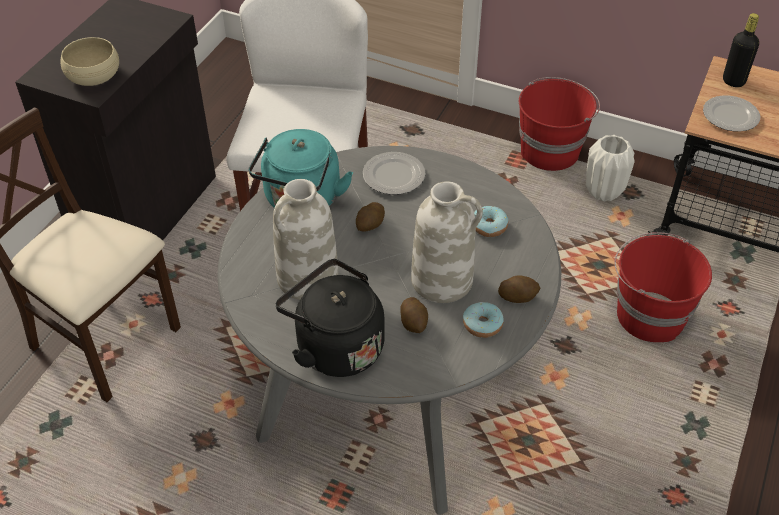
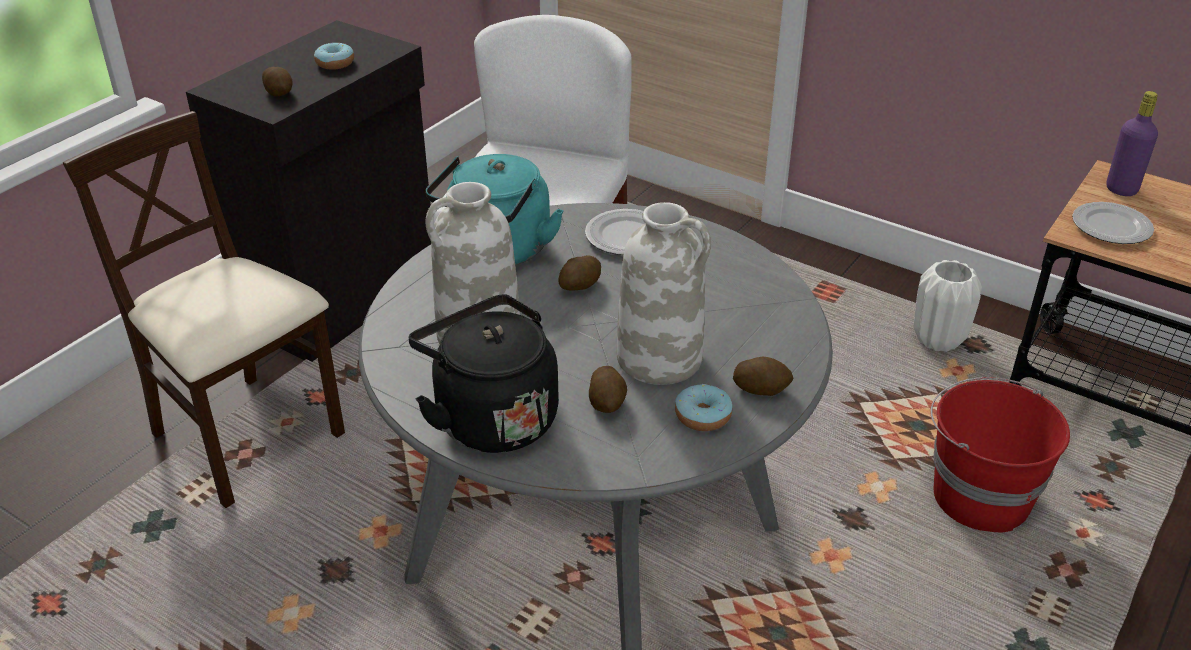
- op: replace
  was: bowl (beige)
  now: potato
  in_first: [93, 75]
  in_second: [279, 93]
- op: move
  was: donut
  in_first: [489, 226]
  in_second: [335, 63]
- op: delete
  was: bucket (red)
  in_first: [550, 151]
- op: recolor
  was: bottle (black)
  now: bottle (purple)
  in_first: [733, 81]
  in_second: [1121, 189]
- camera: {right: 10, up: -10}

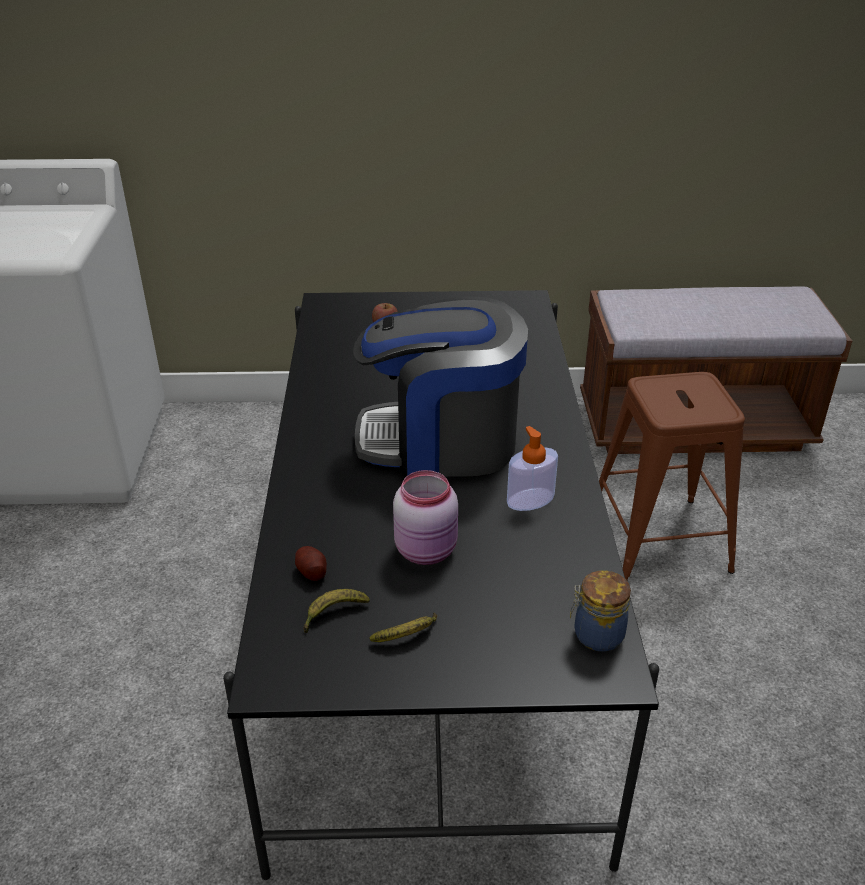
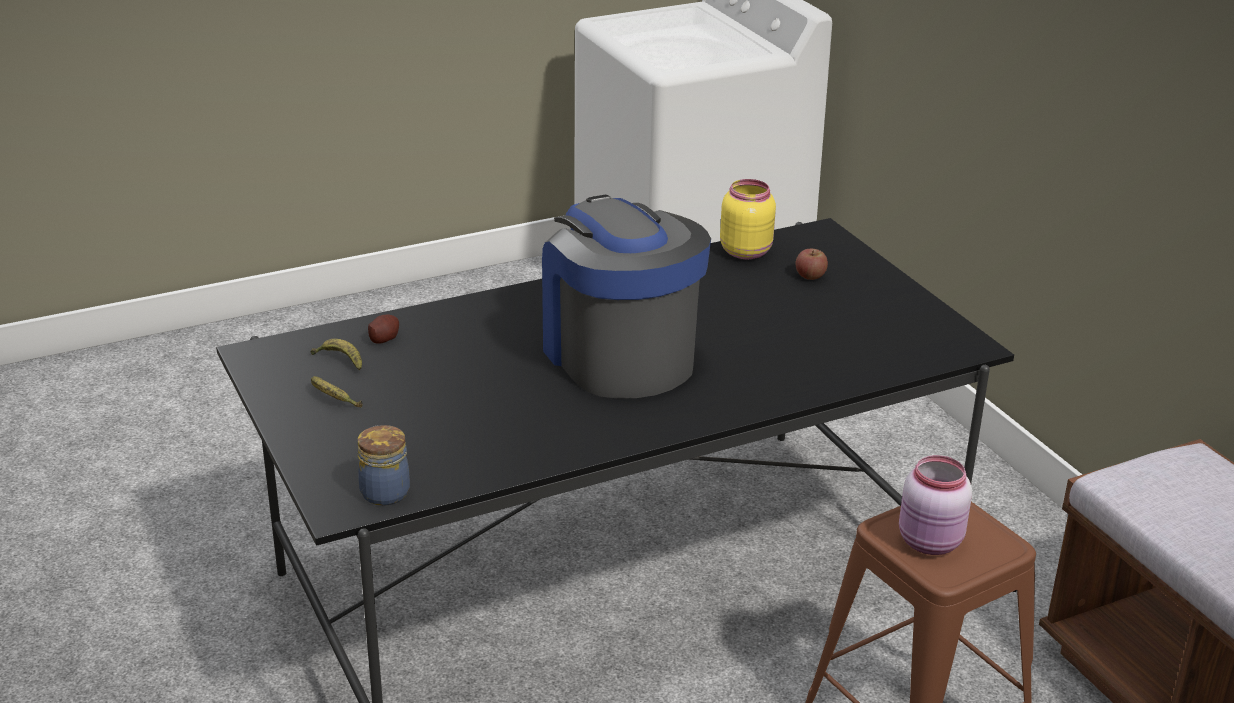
- op: move
  was: jar (pink)
  in_first: [427, 550]
  in_second: [931, 543]
- op: delete
  was: soap dispenser
  in_first: [530, 499]
- op: insert
  now: jar (yellow)
  in_second: [746, 251]
- camera: {right: 65, up: -5}

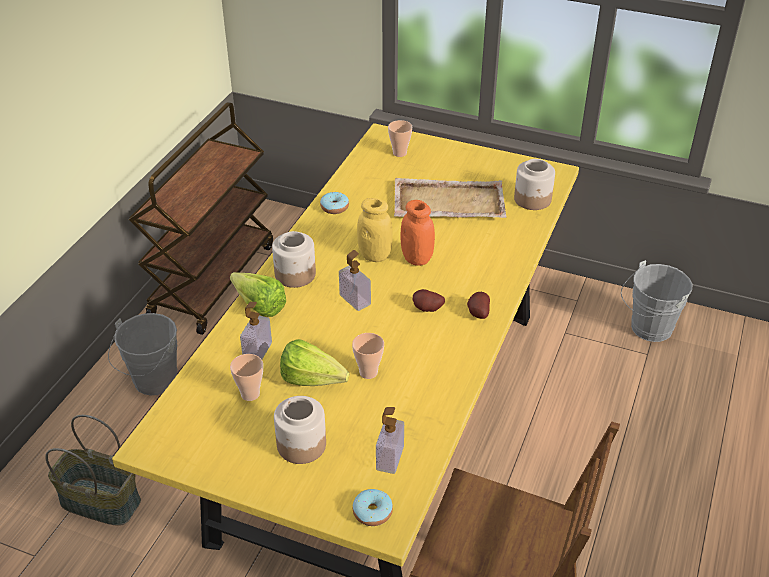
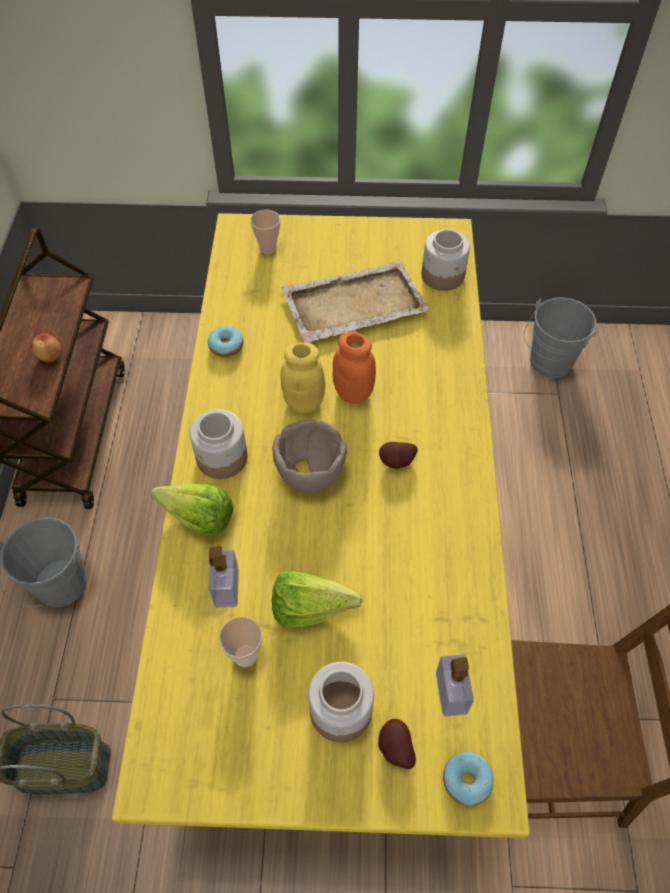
- op: replace
  was: soap dispenser
  now: bowl (brown)
  in_first: [355, 300]
  in_second: [309, 474]
- op: delete
  was: cup
  in_first: [368, 372]
- op: move
  was: potato
  in_first: [477, 313]
  in_second: [394, 749]
- op: insert
  now: apple
  in_second: [49, 357]
- camera: {right: -20, up: 15}

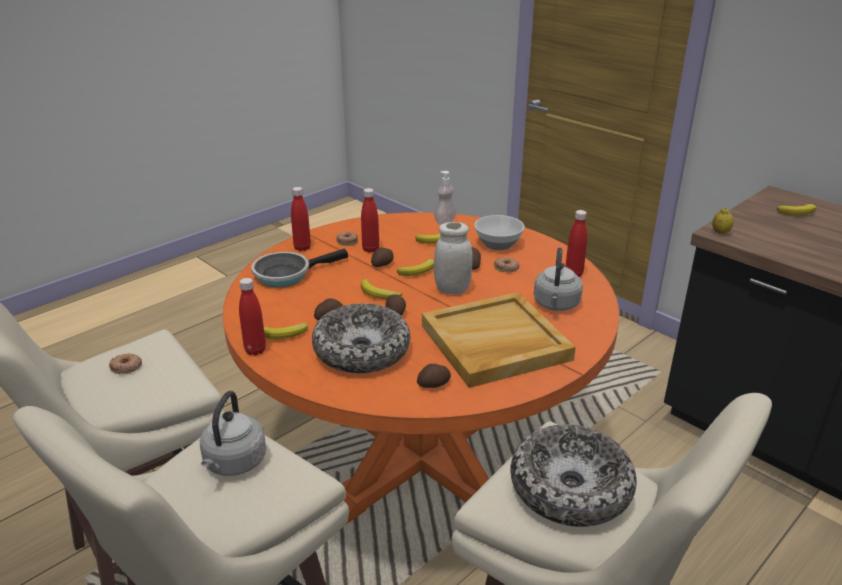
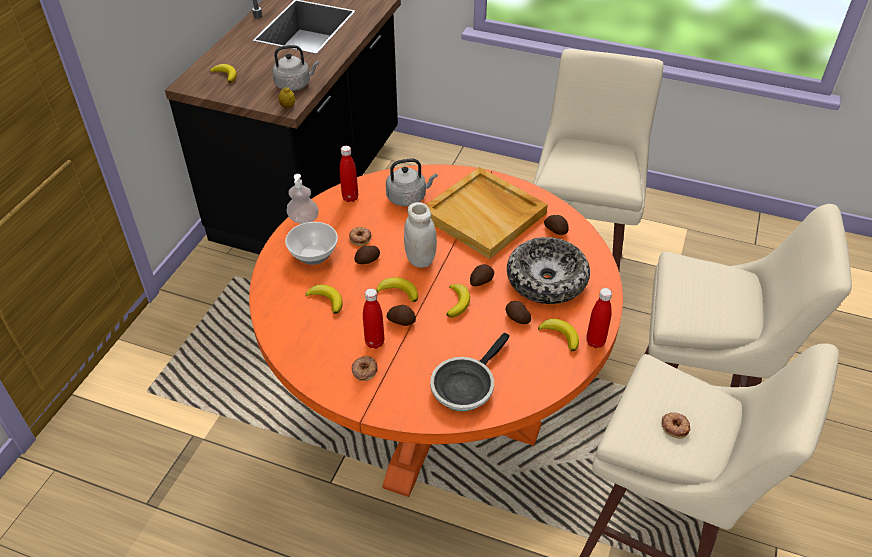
- op: move
  was: kettle (grey)
  in_first: [234, 463]
  in_second: [295, 84]
- op: rotate
  was: frying pan
  in_first: [286, 274]
  in_second: [465, 386]
  clockwise: 90
- op: delete
  was: bottle (red)
  in_first: [302, 248]
- op: move
  was: soap dispenser
  in_first: [445, 221]
  in_second: [303, 219]
- op: delete
  was: bowl
  in_first: [570, 488]
- camera: {right: -115, up: 15}

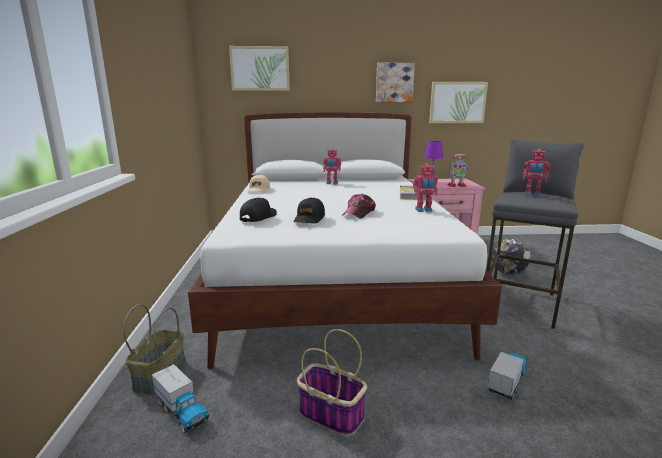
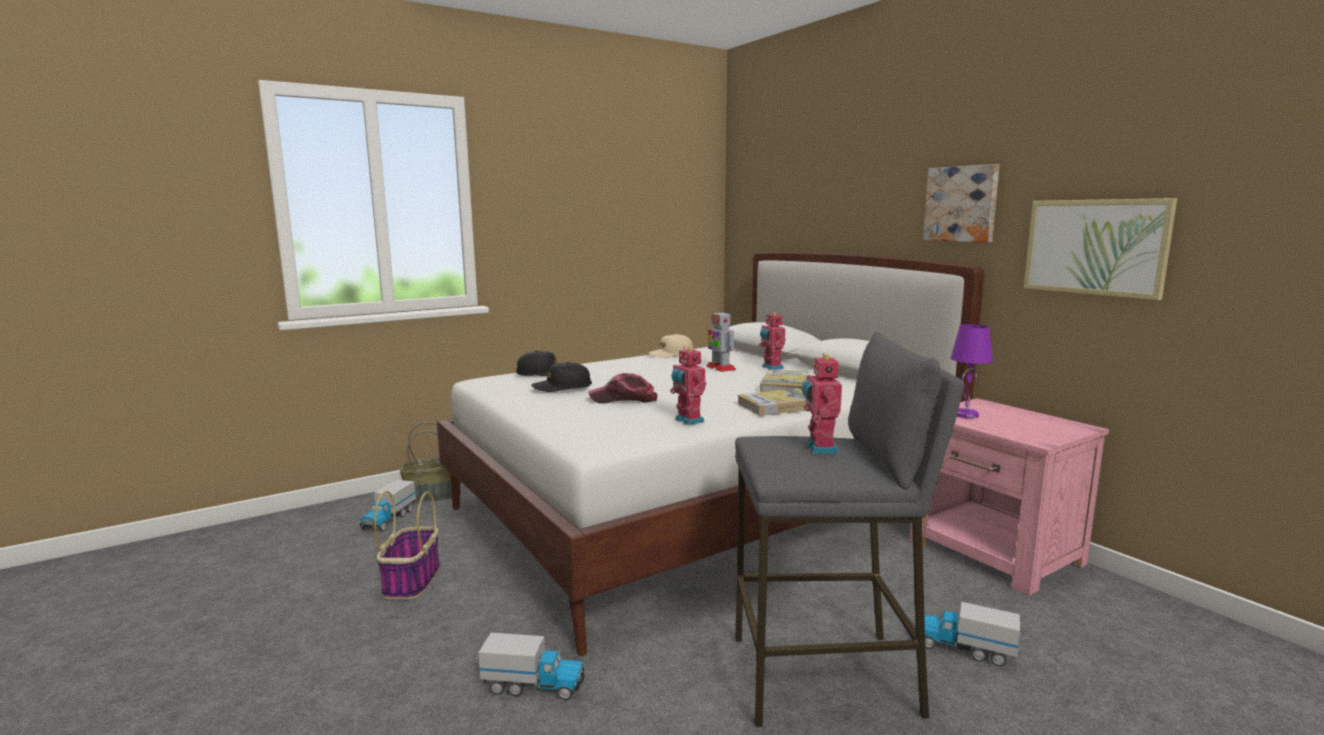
- op: delete
  was: picture
  in_first: [260, 68]
- op: move
  was: toy robot
  in_first: [456, 186]
  in_second: [720, 368]
- op: replace
  was: globe
  now: toy truck
  in_first: [508, 273]
  in_second: [964, 648]
- op: insert
  now: book
  in_second: [784, 385]
- camera: {right: 60, up: -5}

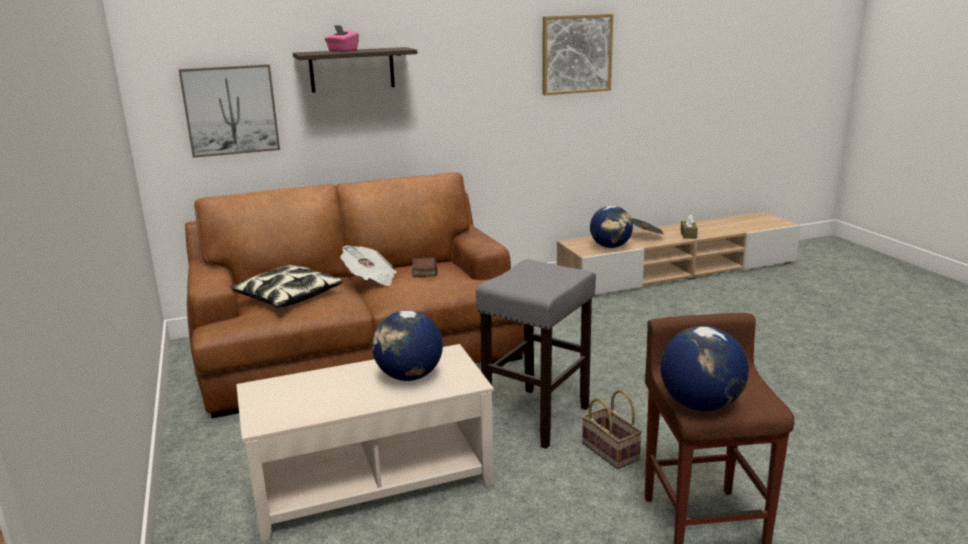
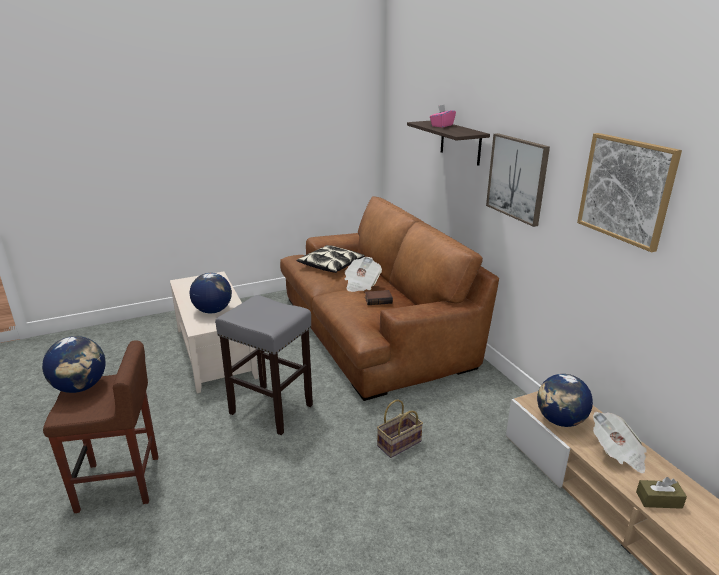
- op: move
  was: picture
  in_first: [230, 110]
  in_second: [517, 178]
- op: move
  was: basket
  in_first: [612, 451]
  in_second: [399, 444]
- camera: {right: 85, up: 5}

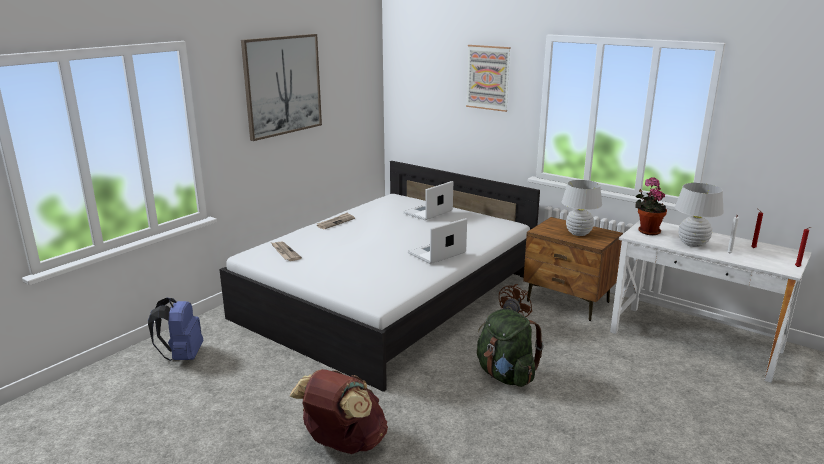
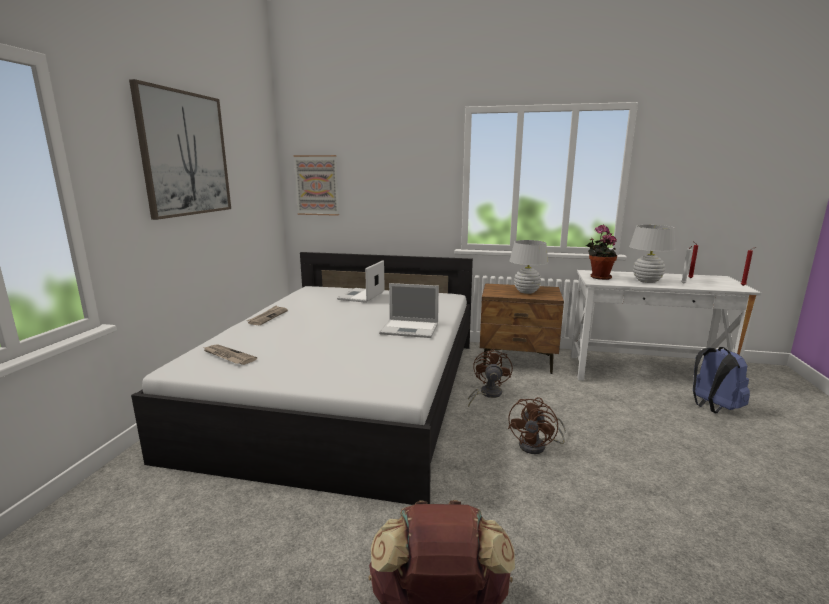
- op: move
  was: backpack (blue)
  in_first: [182, 356]
  in_second: [713, 407]
- op: rotate
  was: laptop
  in_first: [436, 253]
  in_second: [410, 329]
  clockwise: -105
- op: move
  was: picture
  in_first: [488, 77]
  in_second: [317, 185]
- op: replace
  was: backpack (green)
  now: fan (brown)
  in_first: [506, 375]
  in_second: [537, 446]
- camera: {right: -25, up: -5}

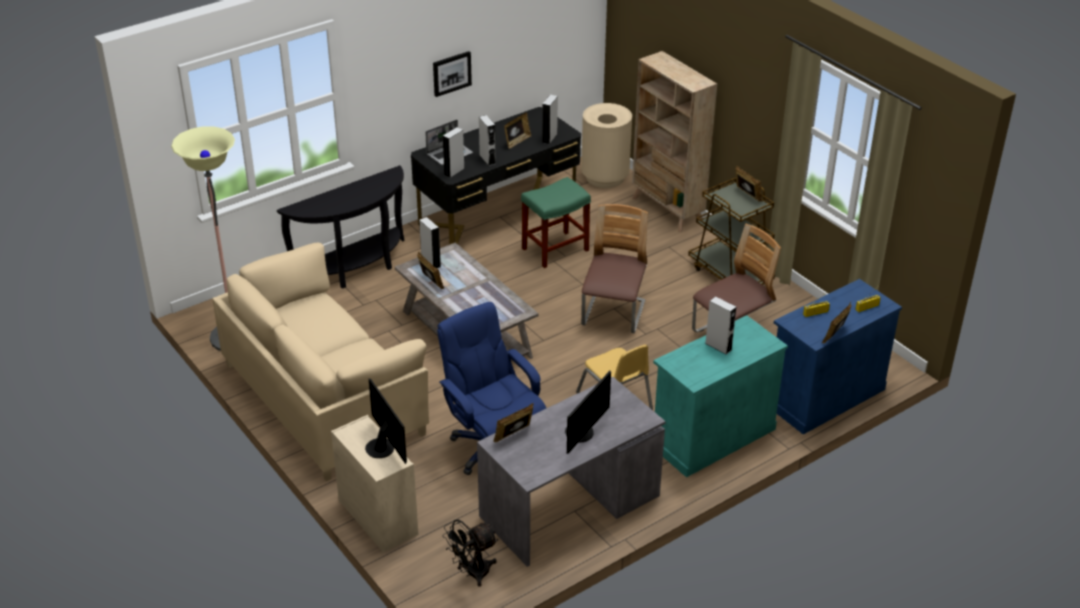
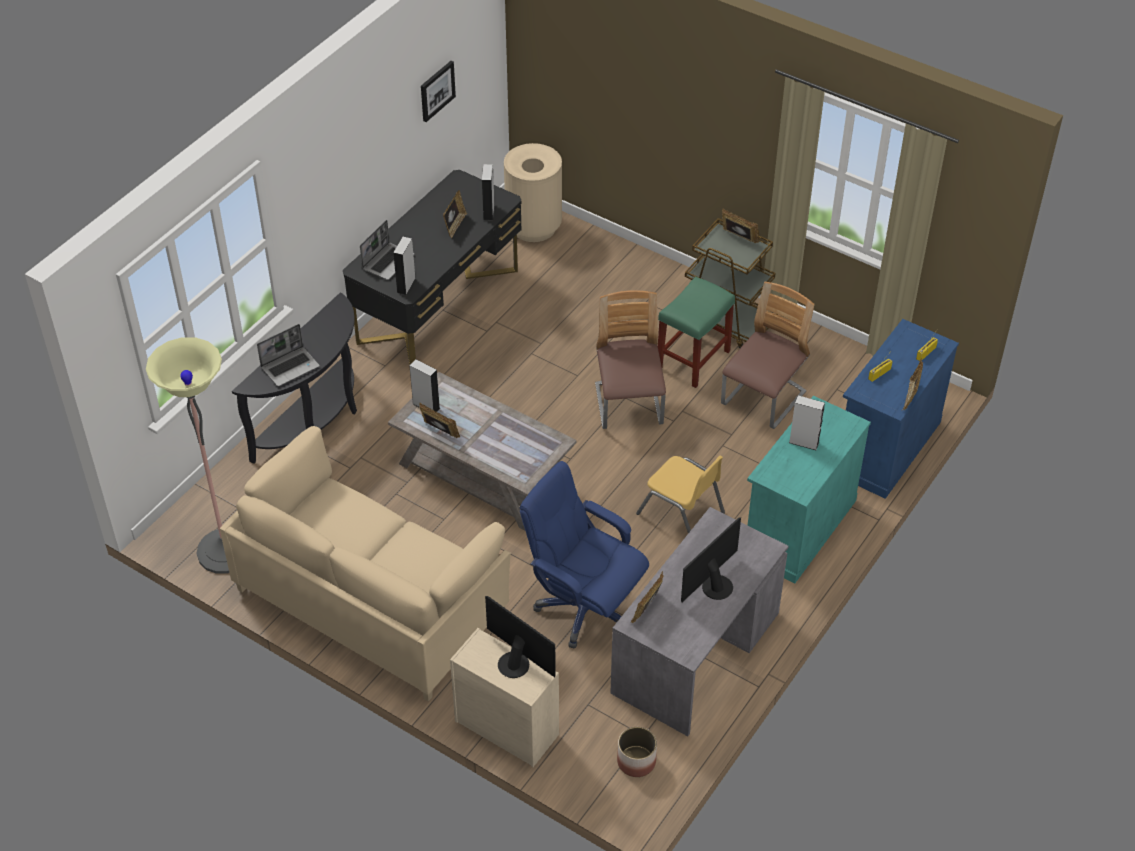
- op: move
  was: picture
  in_first: [451, 73]
  in_second: [436, 90]
- op: replace
  was: fan (black)
  now: planter
  in_first: [472, 573]
  in_second: [636, 761]
- op: delete
  was: speaker (grey)
  in_first: [487, 159]
- op: move
  was: stool (green)
  in_first: [554, 250]
  in_second: [692, 360]
- op: rotate
  was: monitor
  in_first: [582, 434]
  in_second: [714, 585]
  clockwise: -150
- op: delete
  was: bookcase (beige)
  in_first: [667, 210]
- op: insert
  now: laptop
  in_second: [290, 367]
- camera: {right: -20, up: 10}

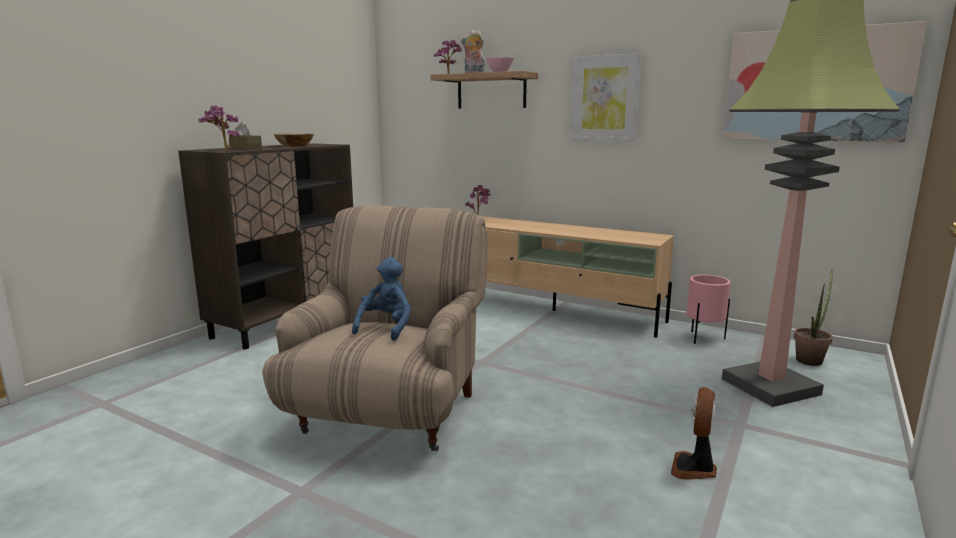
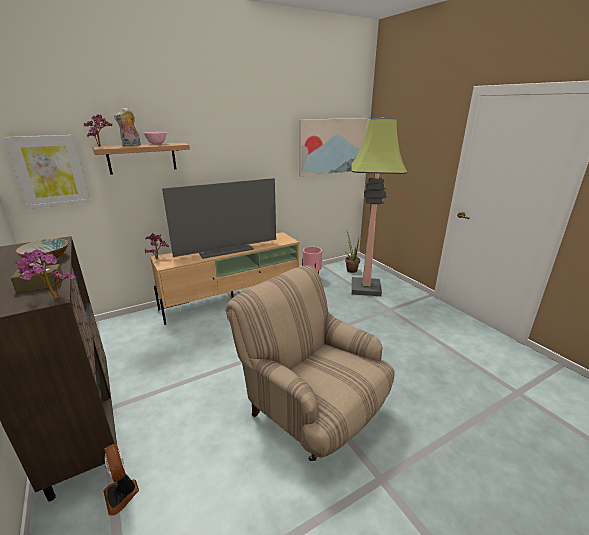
- op: delete
  was: plush toy (blue)
  in_first: [386, 327]
- op: move
  was: picture
  in_first: [605, 98]
  in_second: [50, 171]
- op: move
  was: fan
  in_first: [694, 468]
  in_second: [122, 494]
- op: insert
  now: television
  in_second: [226, 249]
- camera: {right: -60, up: 10}

